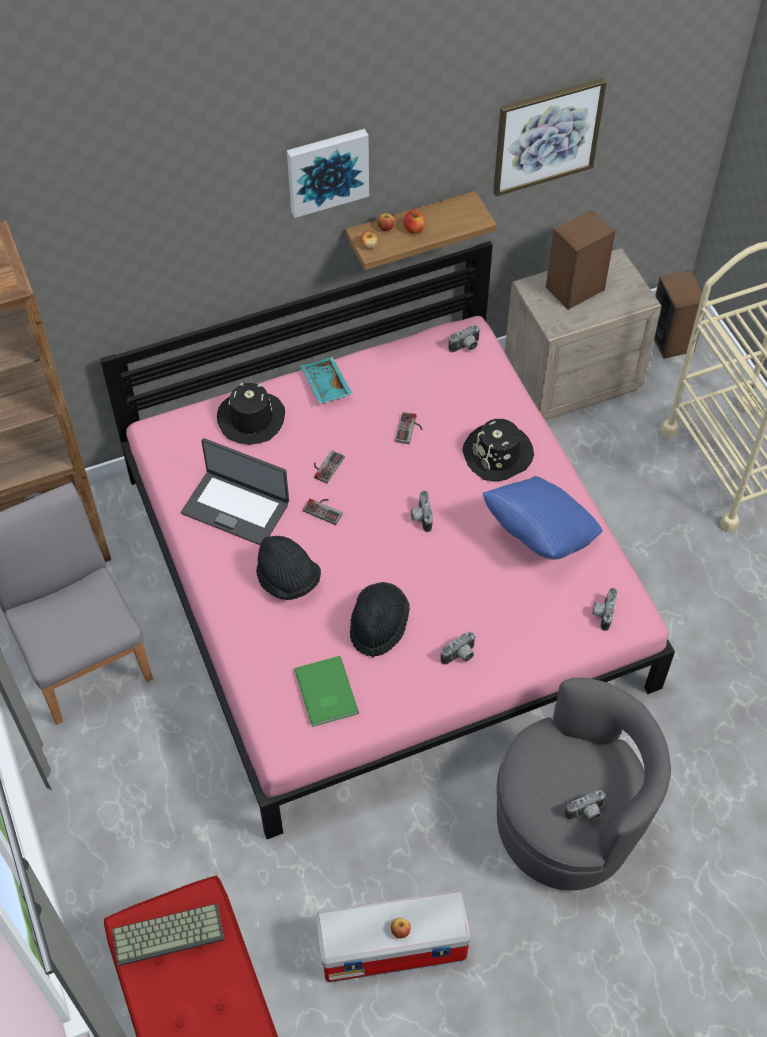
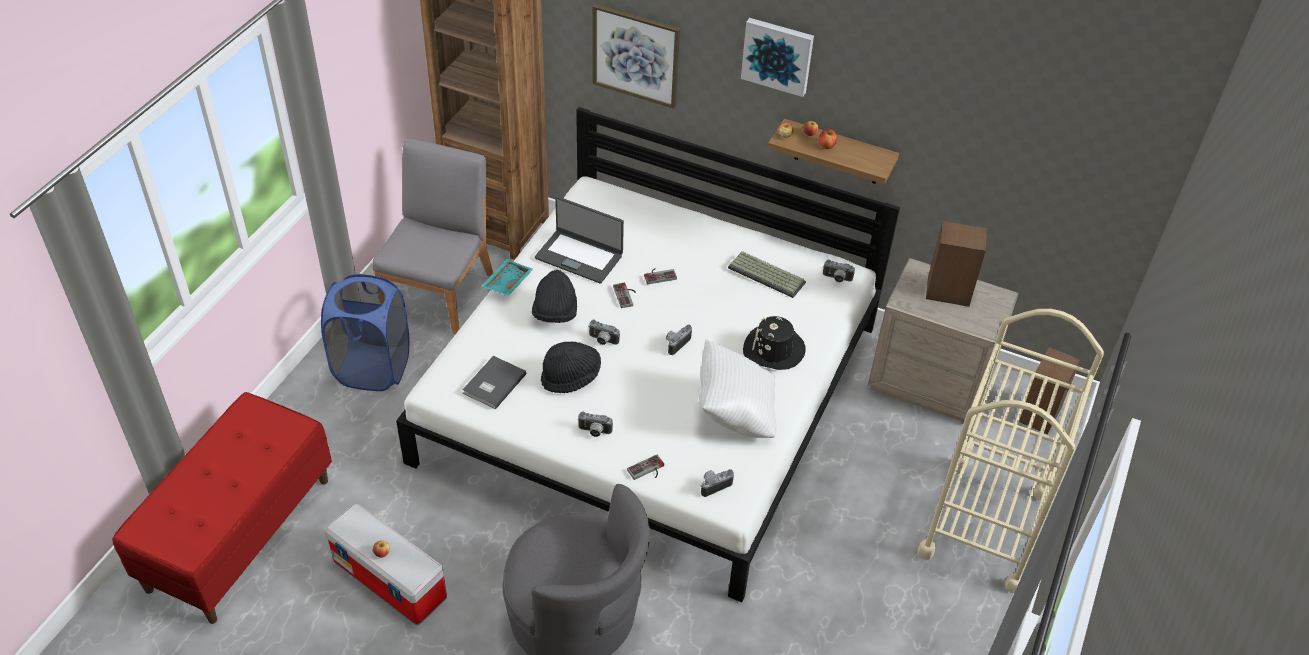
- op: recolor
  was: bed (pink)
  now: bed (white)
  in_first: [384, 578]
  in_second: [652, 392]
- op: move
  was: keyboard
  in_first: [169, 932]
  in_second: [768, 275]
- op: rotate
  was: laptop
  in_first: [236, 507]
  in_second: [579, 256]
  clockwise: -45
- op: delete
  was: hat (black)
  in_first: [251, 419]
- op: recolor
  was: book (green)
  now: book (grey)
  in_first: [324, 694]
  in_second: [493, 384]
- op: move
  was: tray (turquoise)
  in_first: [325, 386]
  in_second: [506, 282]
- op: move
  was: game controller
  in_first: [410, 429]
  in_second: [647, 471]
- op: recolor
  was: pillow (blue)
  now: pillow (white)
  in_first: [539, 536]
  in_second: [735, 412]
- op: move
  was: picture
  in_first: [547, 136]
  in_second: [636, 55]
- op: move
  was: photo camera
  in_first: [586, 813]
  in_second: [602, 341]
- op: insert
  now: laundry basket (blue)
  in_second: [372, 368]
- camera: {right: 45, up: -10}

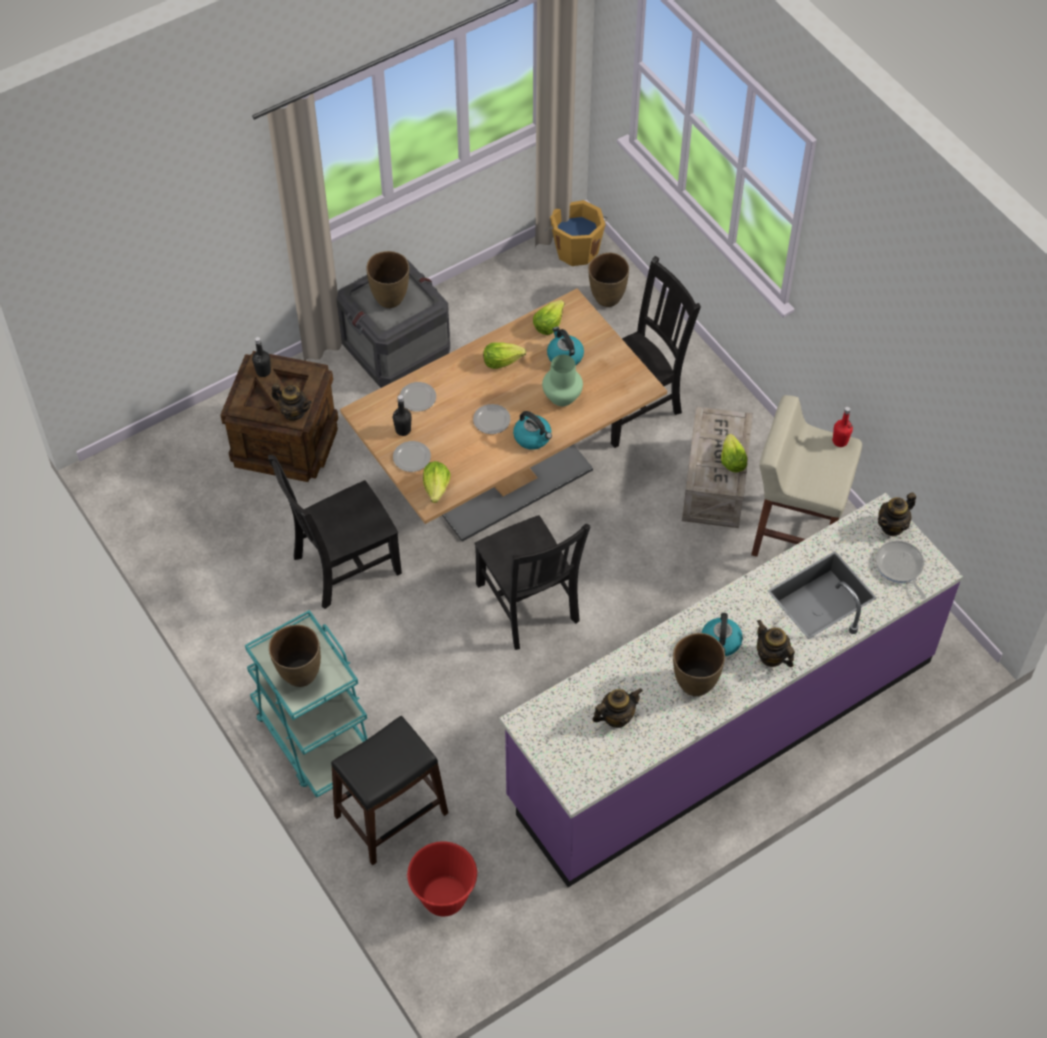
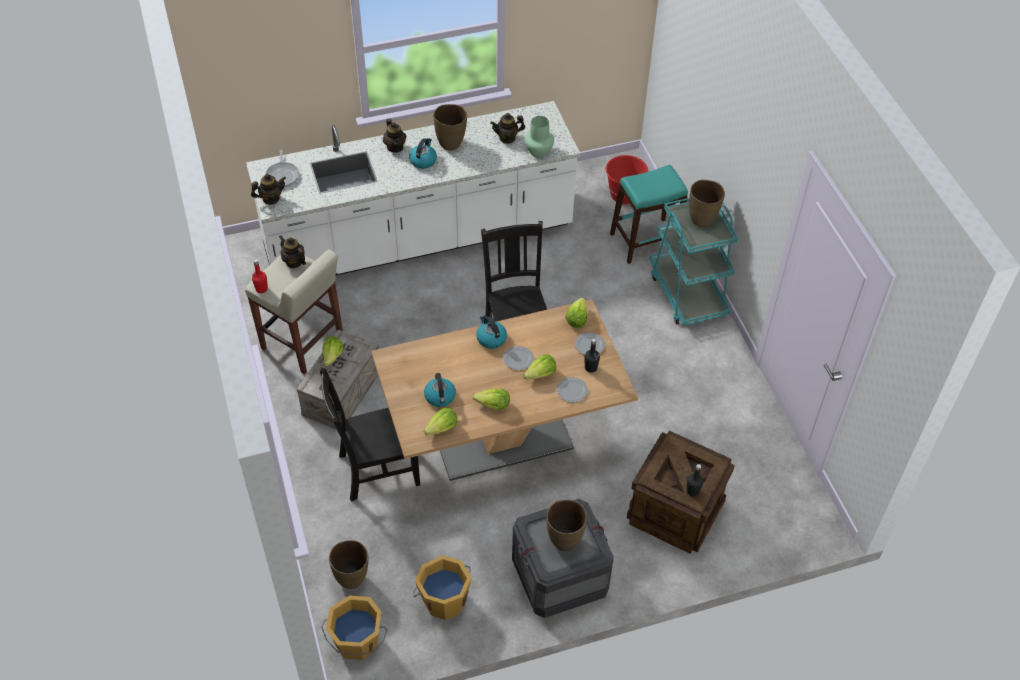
- op: delete
  was: chair (black)
  in_first: [343, 566]
- op: move
  was: teapot
  in_first: [294, 412]
  in_second: [294, 262]
- op: recolor
  was: stool (black)
  now: stool (turquoise)
  in_first: [392, 815]
  in_second: [645, 240]
- op: recolor
  was: counter (purple)
  now: counter (white)
  in_first: [721, 728]
  in_second: [419, 239]
- op: move
  was: vase (green)
  in_first: [563, 397]
  in_second: [538, 151]
- op: insert
  now: bucket (orange)
  in_second: [444, 599]
- op: insert
  now: lettuce
  in_second: [540, 374]
- camera: {right: -165, up: -5}

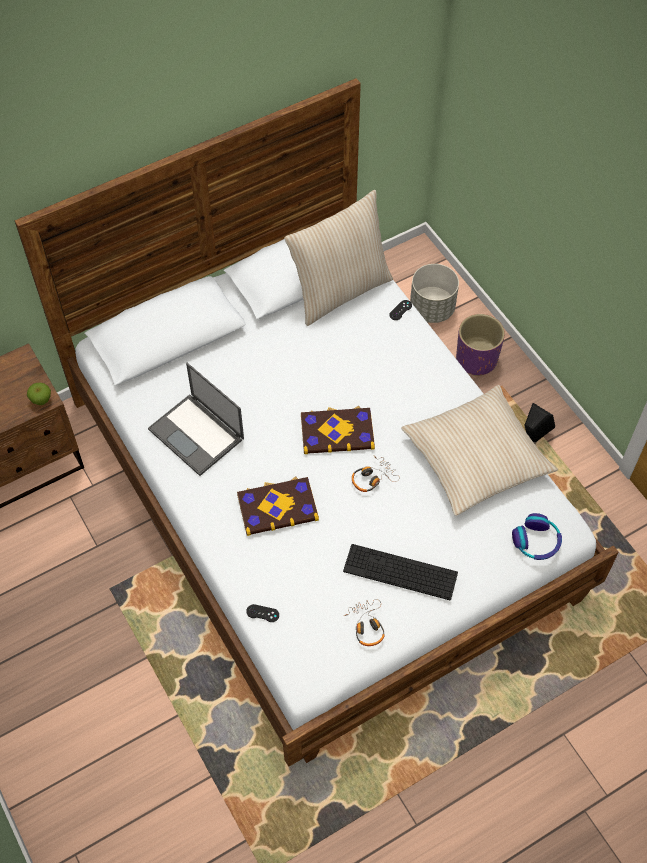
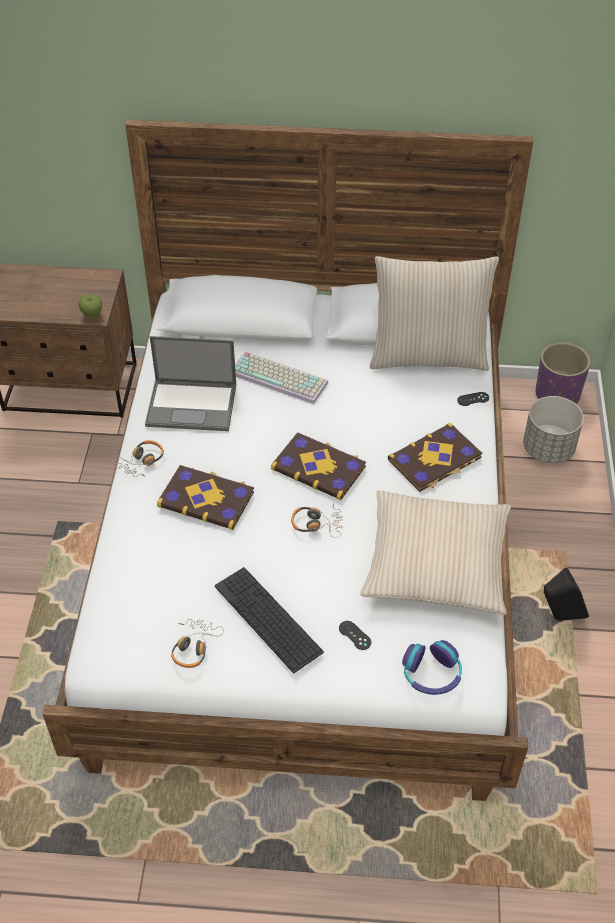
- op: rotate
  was: laptop
  in_first: [197, 434]
  in_second: [193, 405]
  clockwise: -75
- op: move
  was: game controller (black)
  in_first: [262, 613]
  in_second: [355, 635]
- op: move
  was: planter (purple)
  in_first: [476, 359]
  in_second: [557, 395]
- op: insert
  now: headphones
  in_second: [141, 462]
- op: insert
  now: keyboard
  in_second: [280, 377]
- op: insert
  now: book
  in_second: [435, 460]
- camera: {right: 35, up: -10}

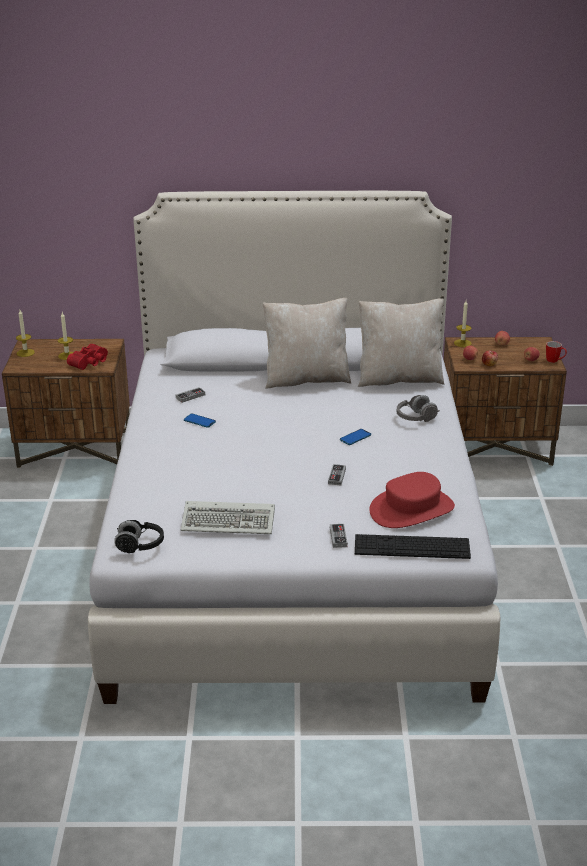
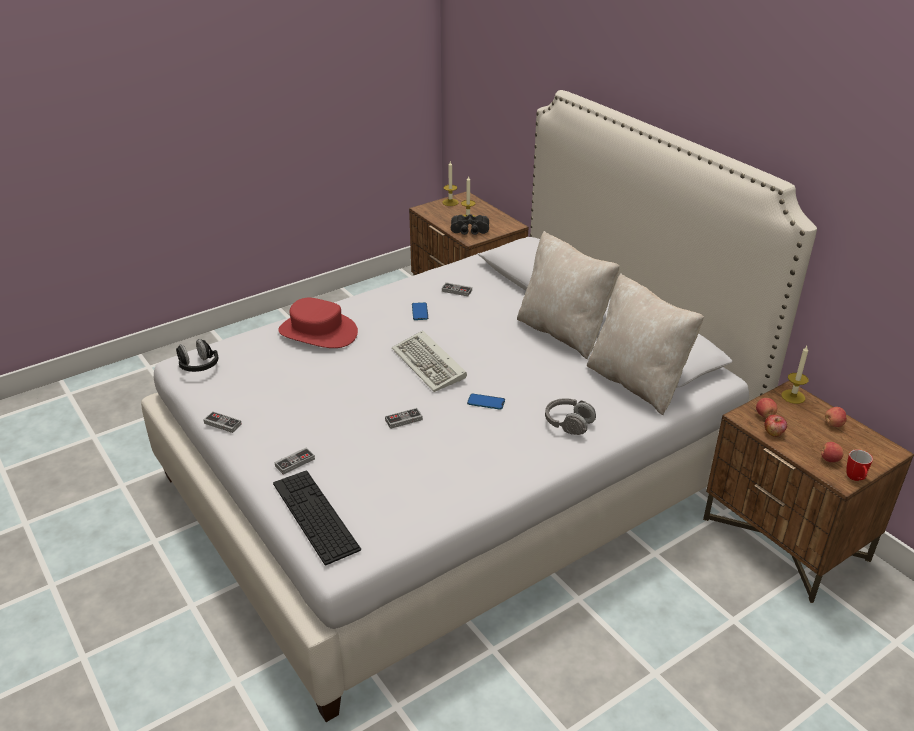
- op: recolor
  was: binoculars (red)
  now: binoculars (black)
  in_first: [90, 363]
  in_second: [469, 231]
- op: move
  was: keyboard
  in_first: [230, 521]
  in_second: [430, 365]
- op: move
  was: hat (red)
  in_first: [412, 509]
  in_second: [317, 332]
- op: insert
  now: game controller
  in_second: [222, 424]
- camera: {right: 55, up: 5}

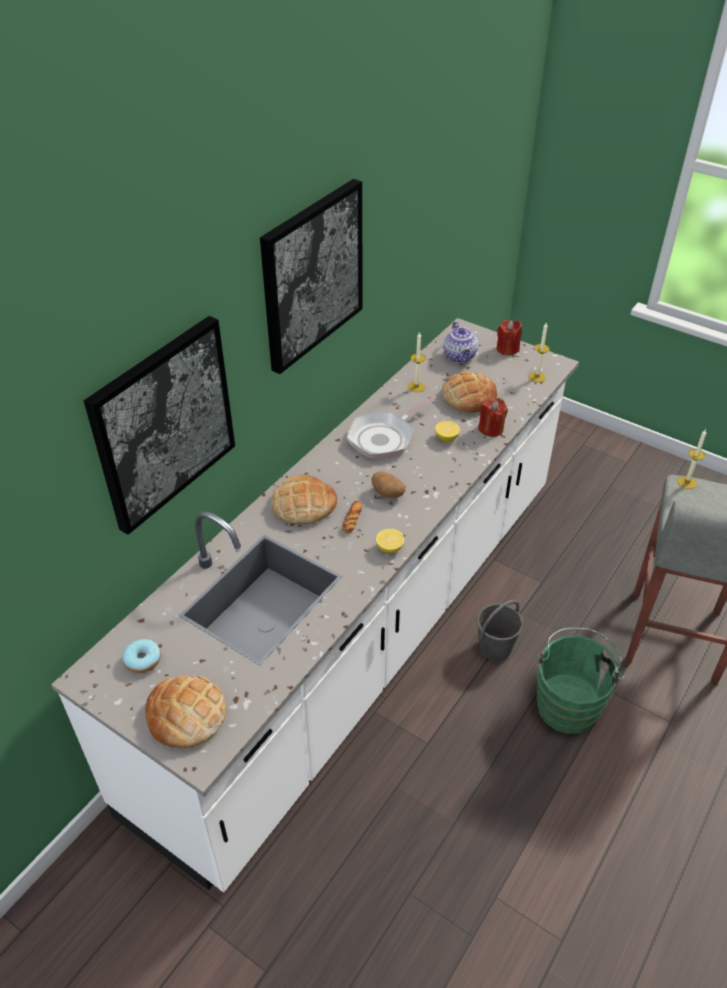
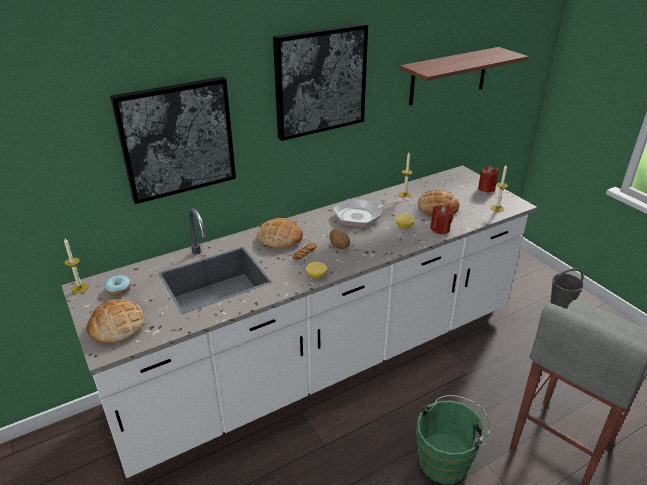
- op: delete
  was: teapot
  in_first: [460, 357]
- op: move
  was: bucket (grey)
  in_first: [495, 647]
  in_second: [561, 303]
- op: move
  was: candle
  in_first: [686, 482]
  in_second: [80, 288]
- op: insert
  now: shelf
  in_second: [448, 76]
- camera: {right: 25, up: -10}

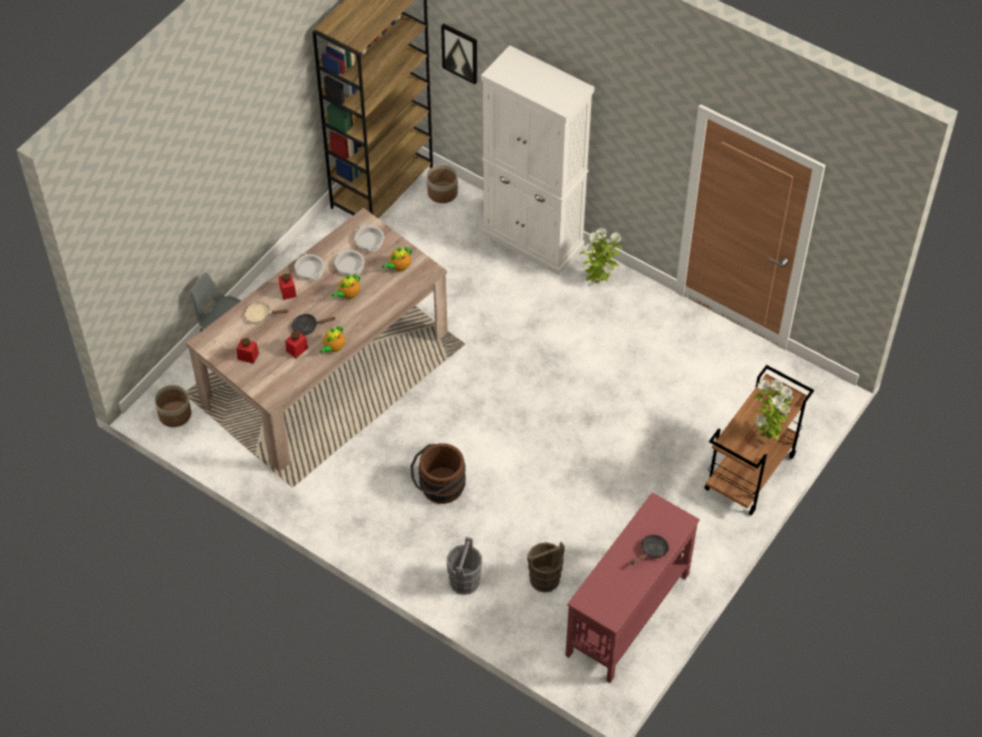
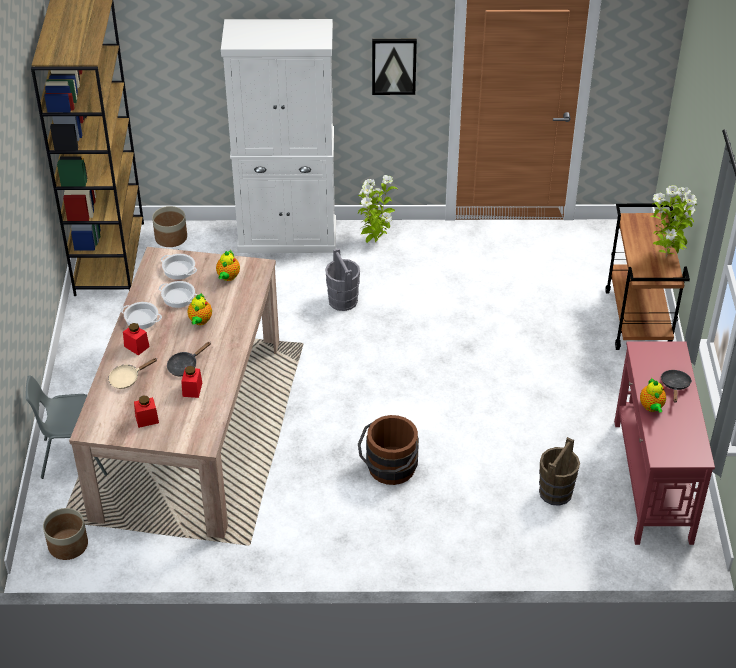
- op: move
  was: teapot
  in_first: [333, 348]
  in_second: [651, 407]
- op: move
  was: picture
  in_first: [460, 53]
  in_second: [394, 66]
- op: move
  was: bucket (grey)
  in_first: [464, 581]
  in_second: [343, 301]
- camera: {right: -35, up: -10}

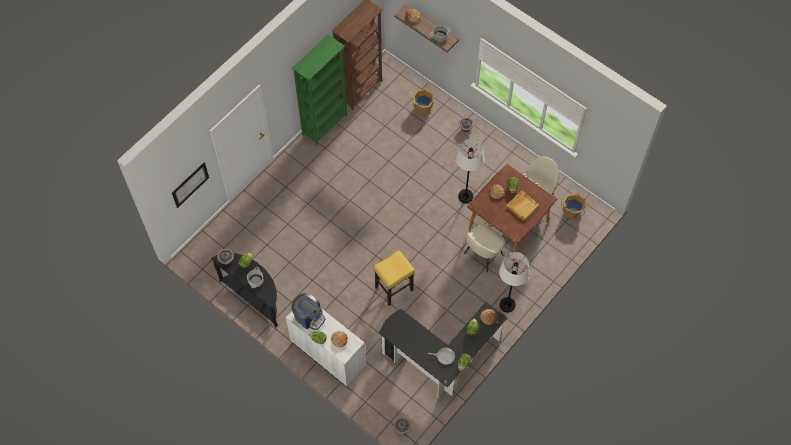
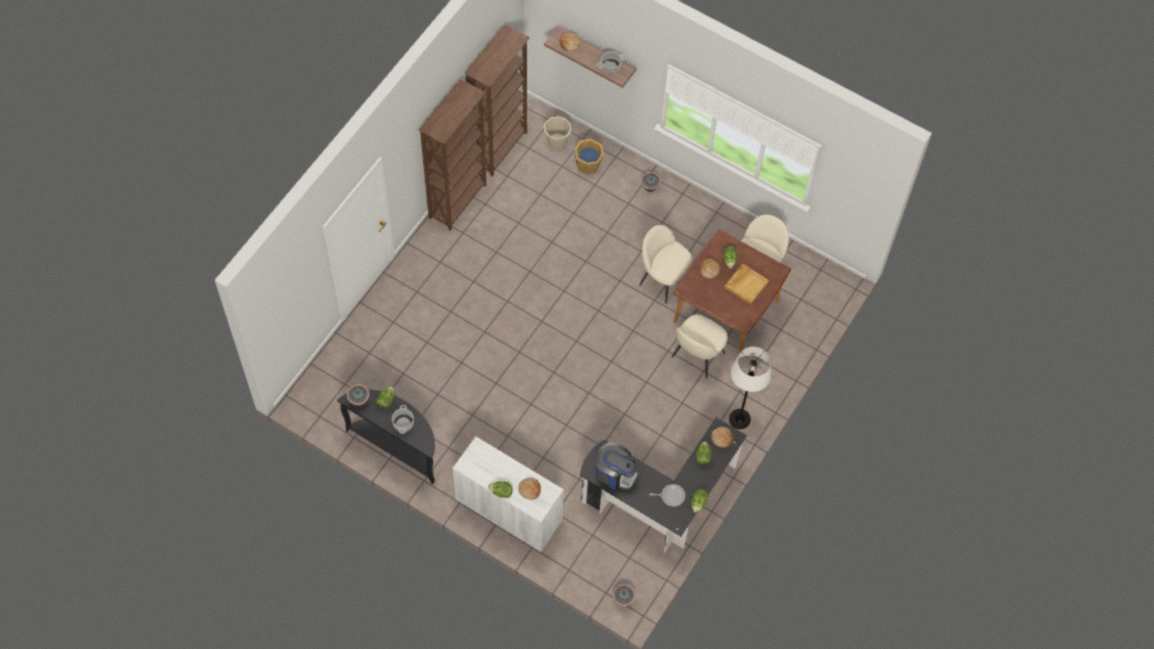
- op: delete
  was: picture
  in_first: [190, 184]
- op: move
  was: coffee machine
  in_first: [308, 316]
  in_second: [615, 473]
- op: recolor
  was: bookcase (green)
  now: bookcase (brown)
  in_first: [325, 125]
  in_second: [458, 201]
- op: delete
  was: stool (yellow)
  in_first: [394, 288]
- op: replace
  was: floor lamp (white)
  now: chair (beige)
  in_first: [465, 196]
  in_second: [663, 279]
- op: delete
  was: bucket (orange)
  in_first: [571, 212]
- op: insert
  now: bucket (beige)
  in_second: [557, 141]
- camera: {right: -10, up: 0}

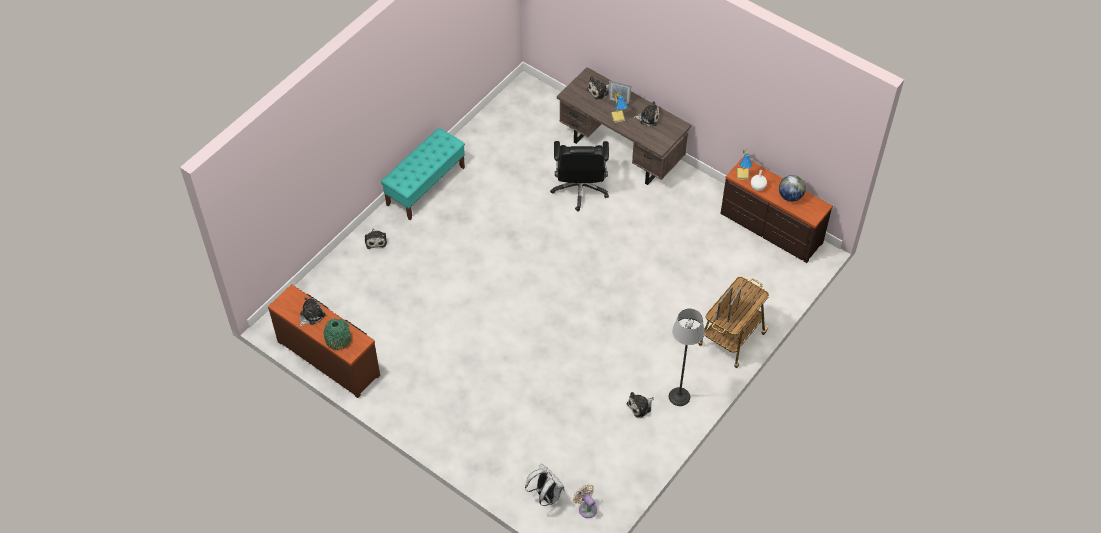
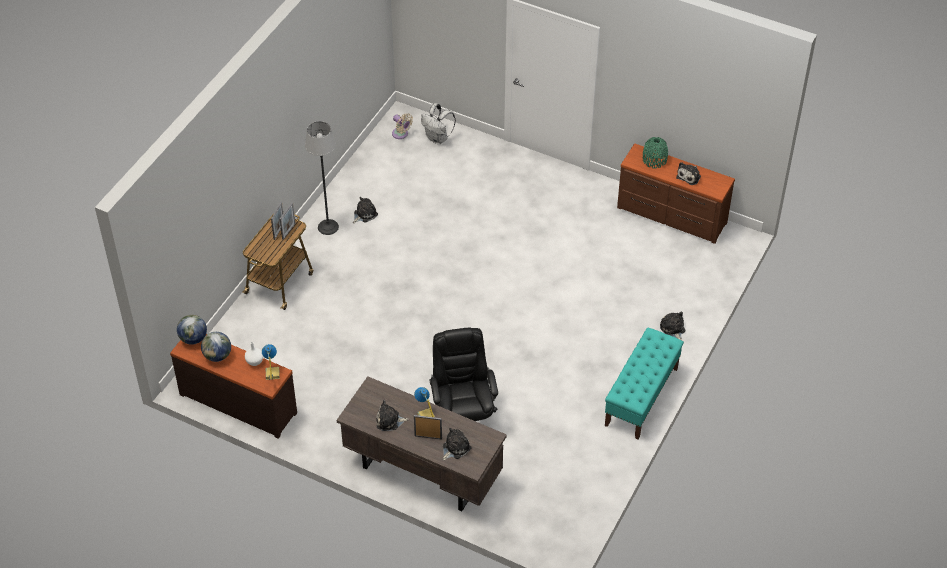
- op: insert
  now: globe
  in_second: [193, 339]
- camera: {right: 170, up: -5}

